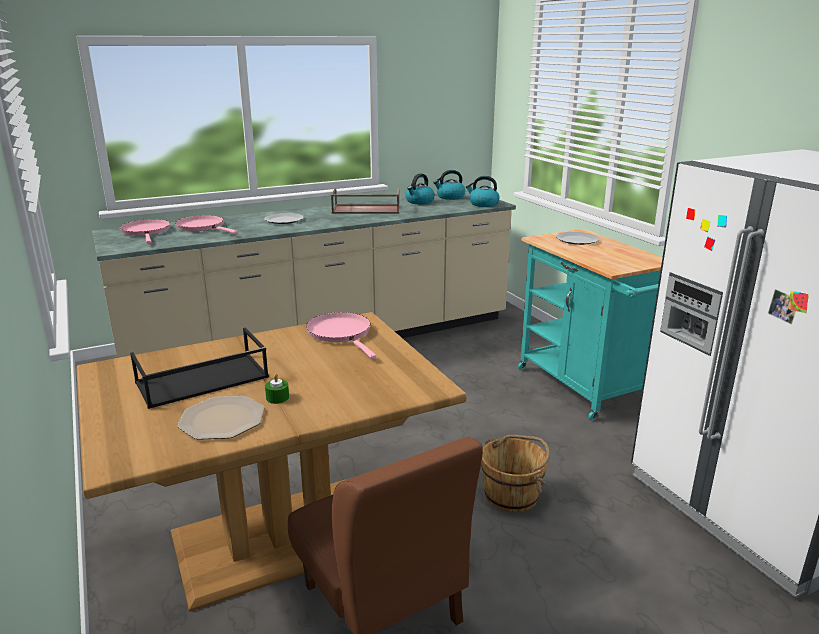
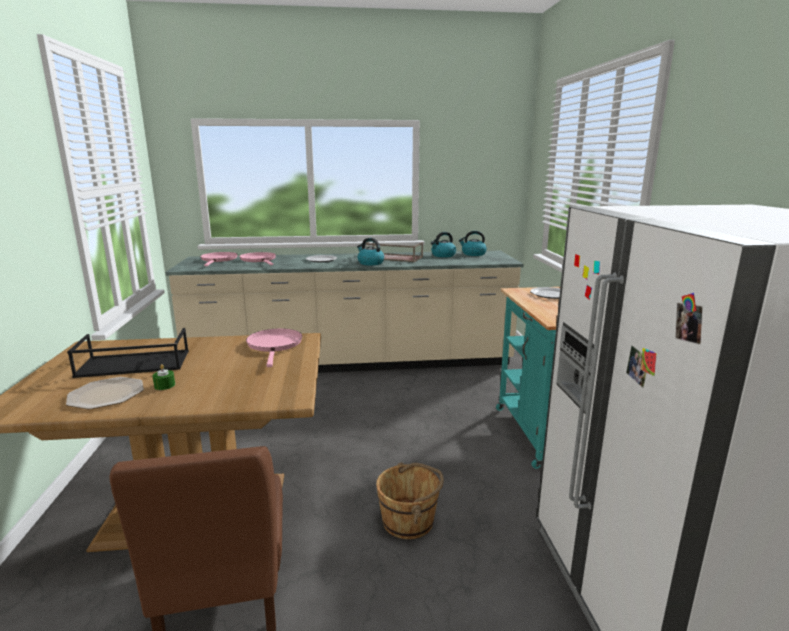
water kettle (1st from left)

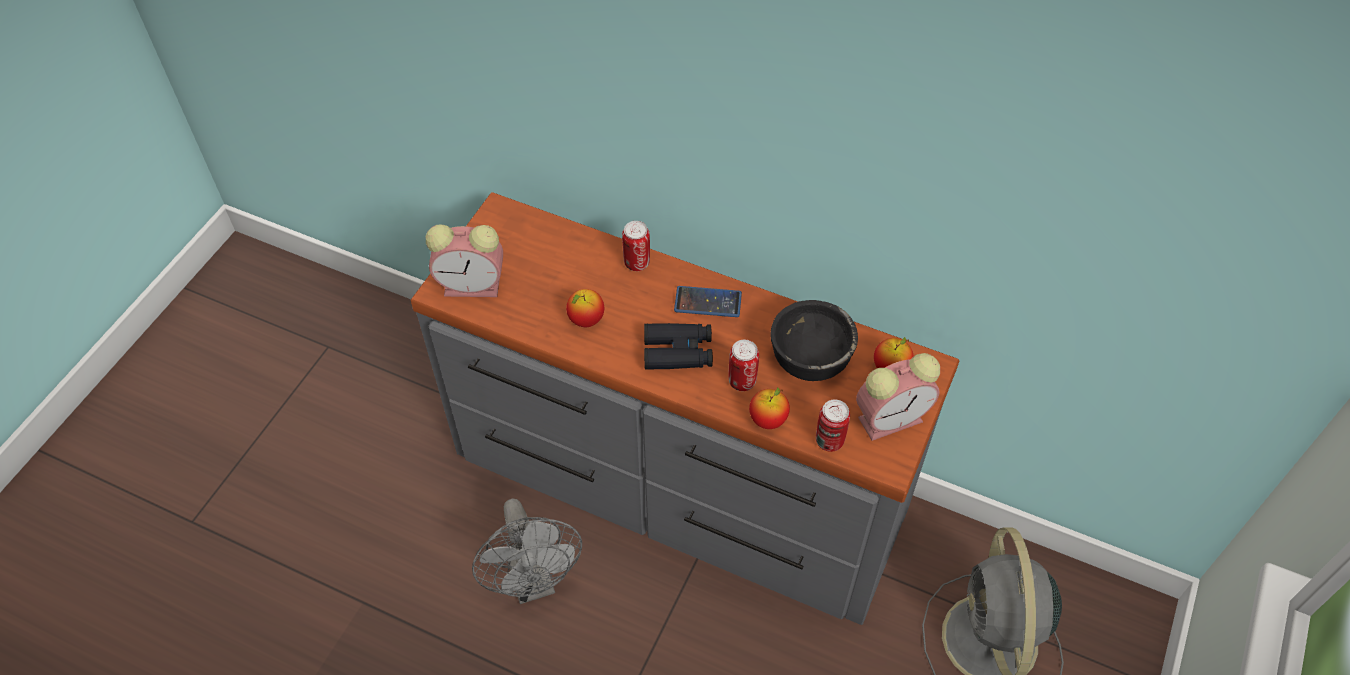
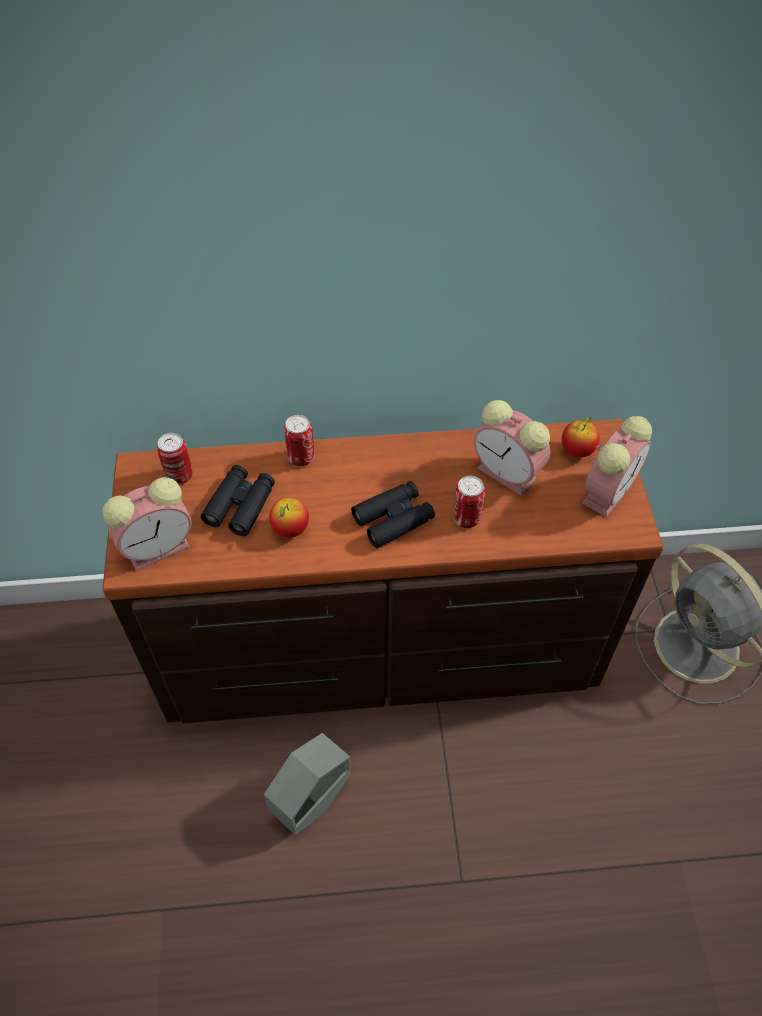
drawer chest (brown); sealed can (1st from left); field glasses (black-coloured) (1st from left); plant pot (gray); table clock (2nd from left); telephone; apple (2nd from left in the first image)

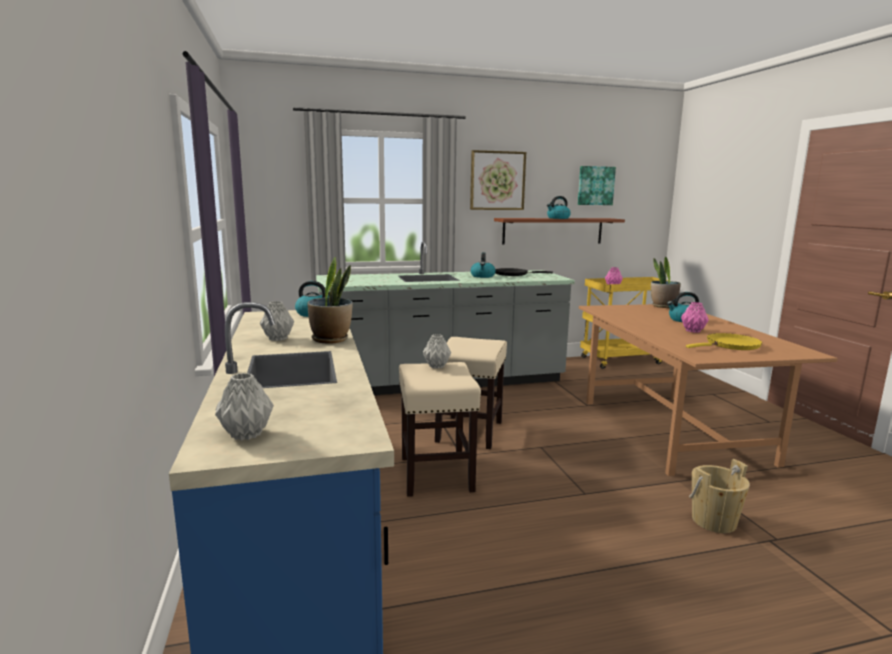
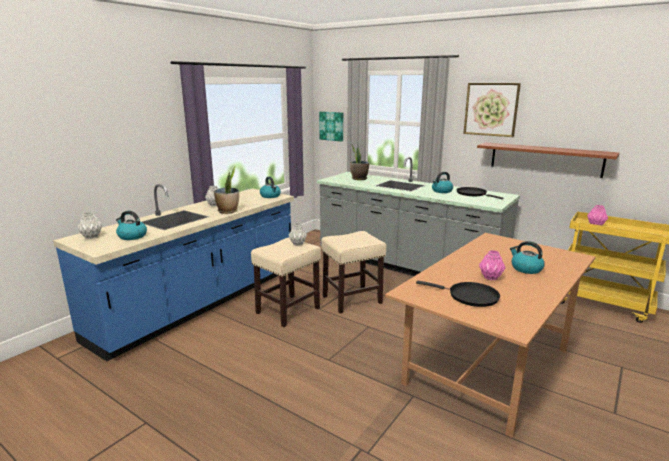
water kettle (1st from left); wall picture (1st from left); houseplant (2nd from left); pan (black-coloured) (1st from left); water bucket (beige-coloured)

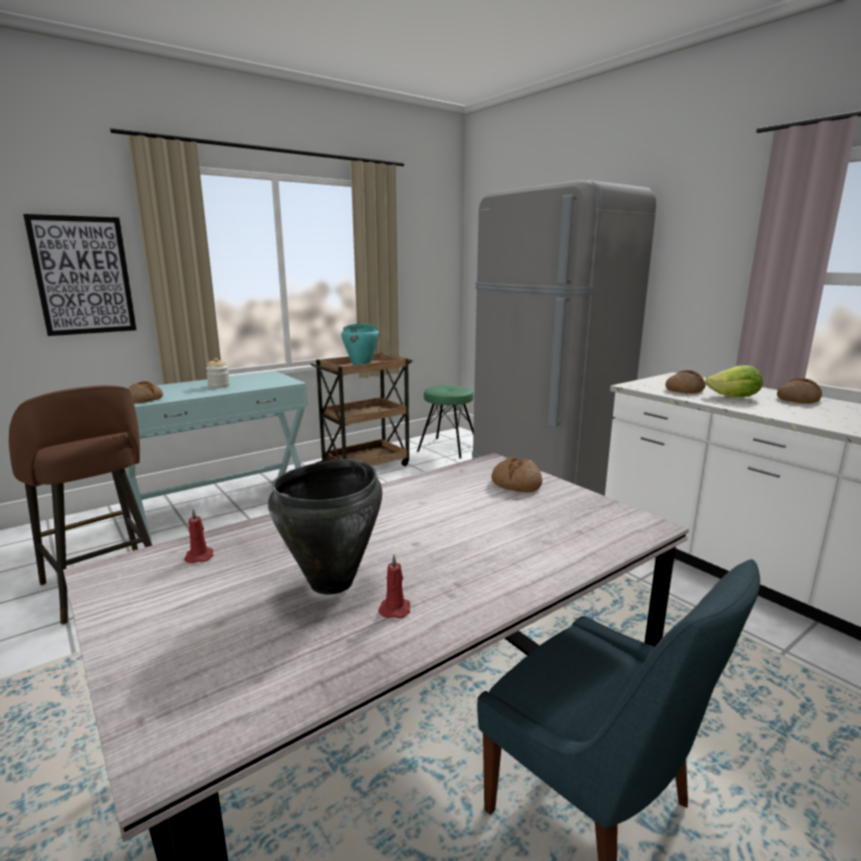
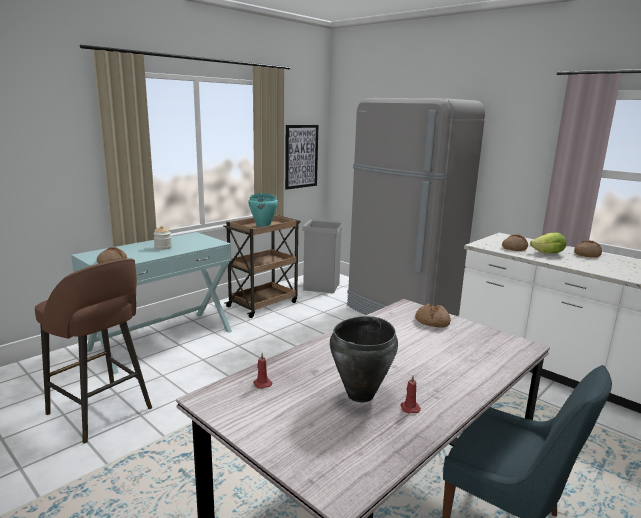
wall picture; rubbish bin (gray)

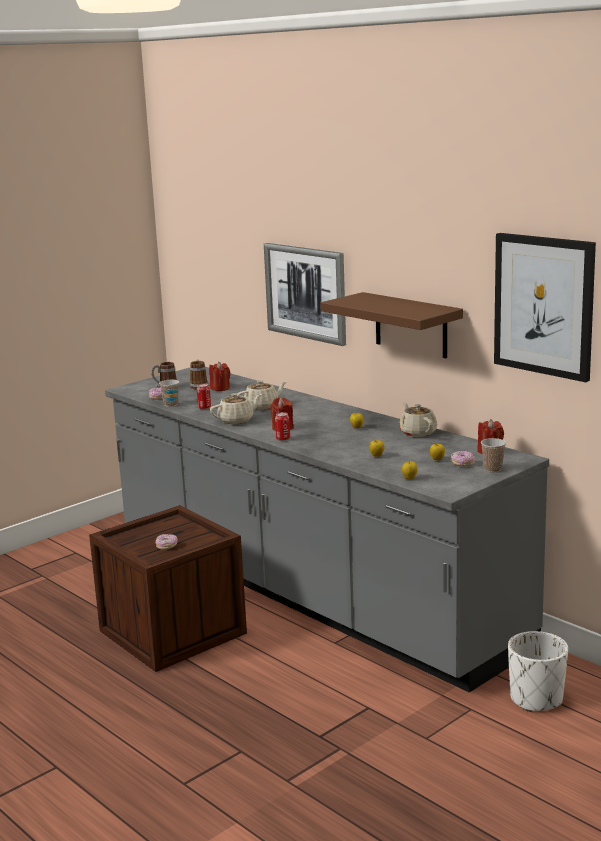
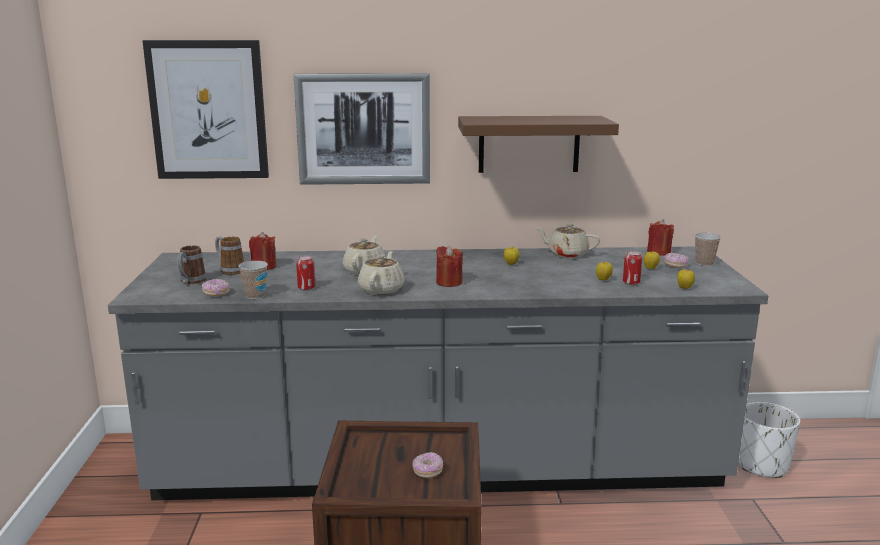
wall picture (1st from left); sealed can (2nd from left)

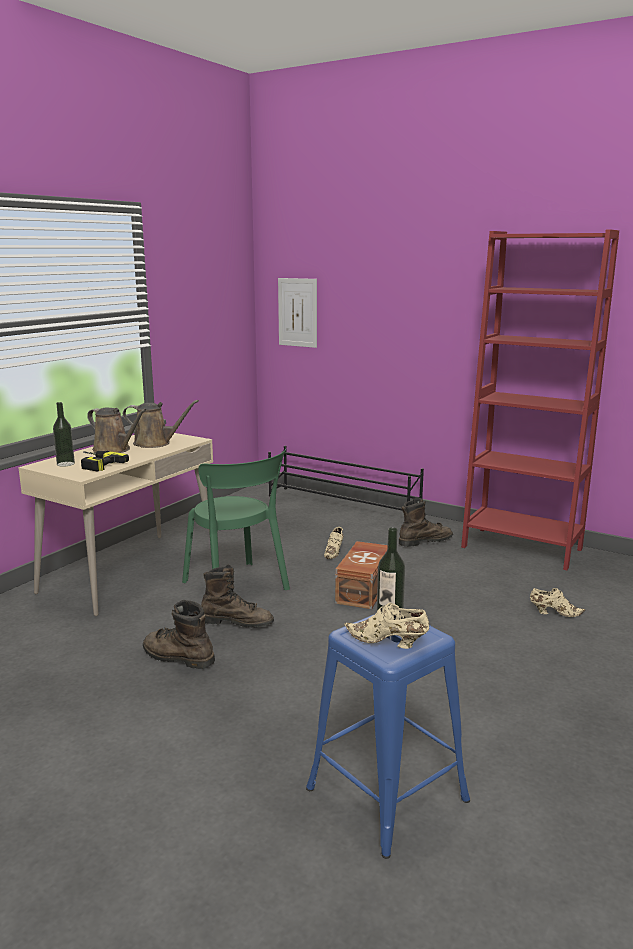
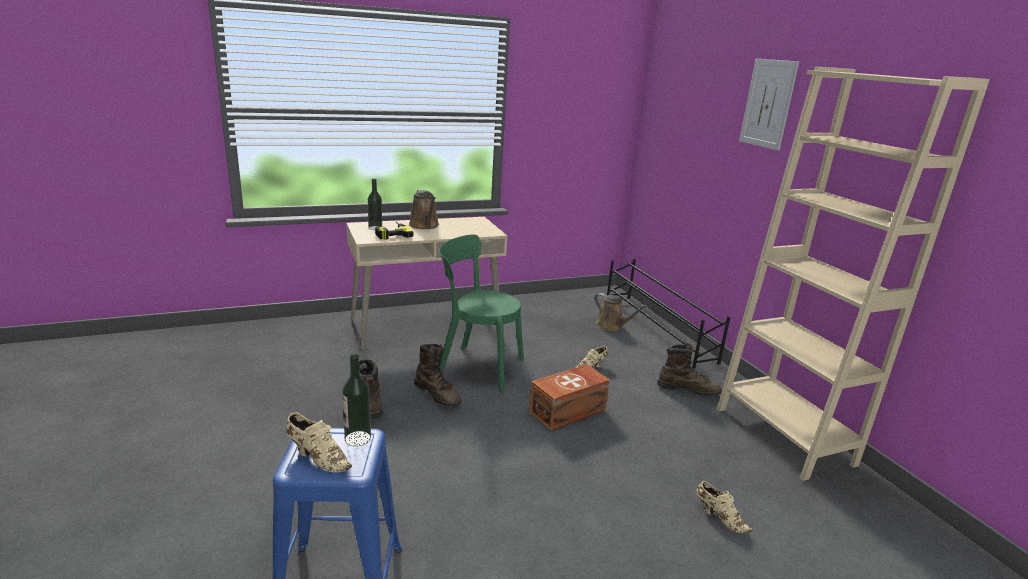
shoe (beige-coloured) (1st from left); plain chair (green); sprinkling can (brown) (2nd from left); shelving unit (beige-coloured); wall picture

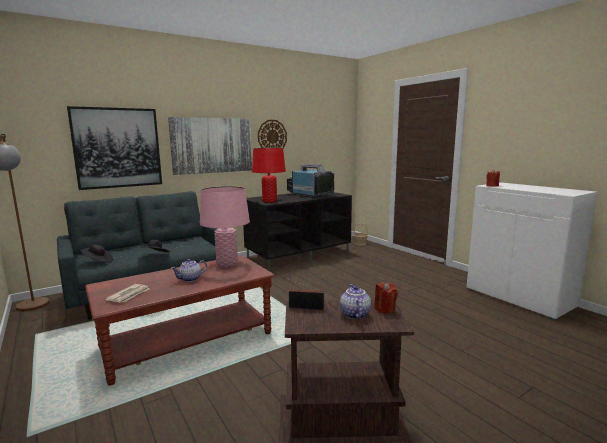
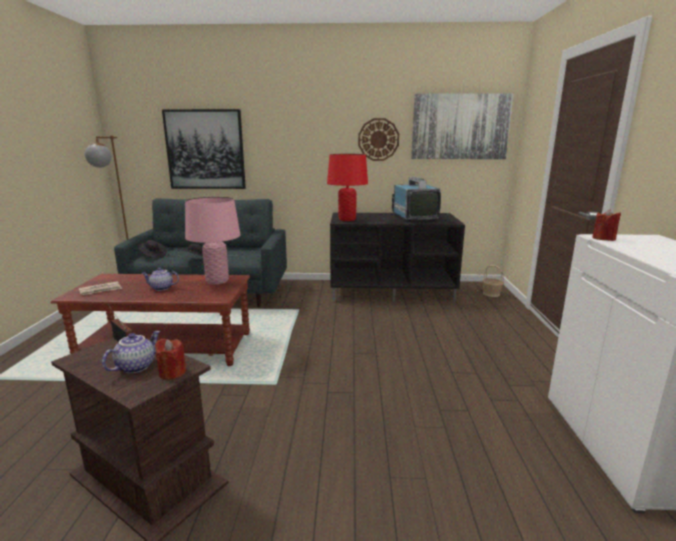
wall picture (2nd from left)

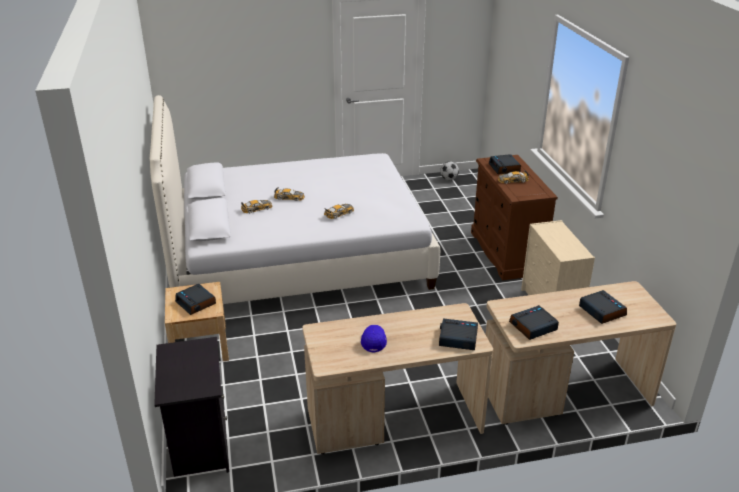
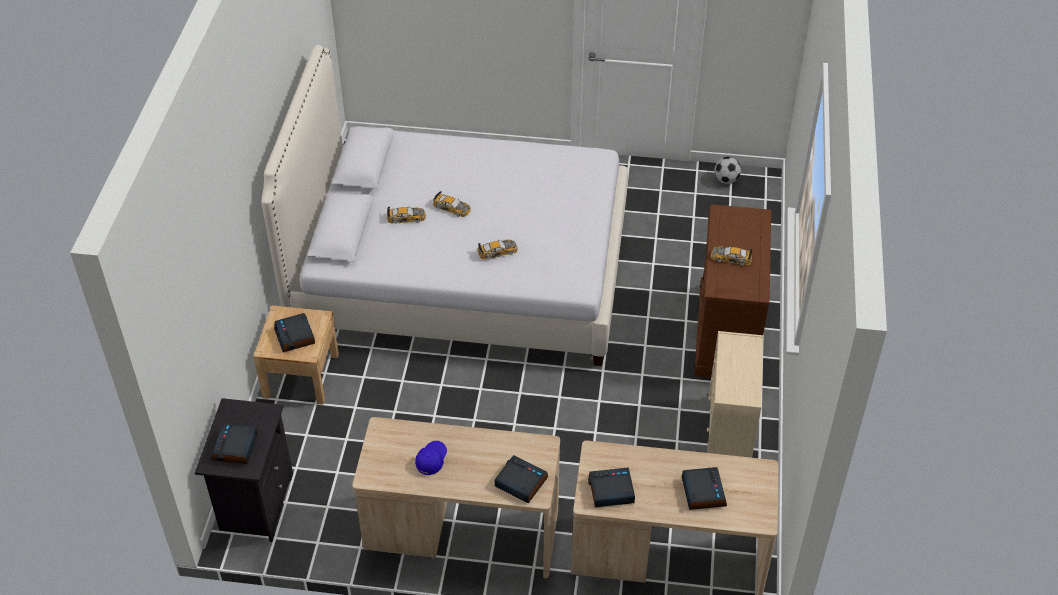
table clock (1st from left)

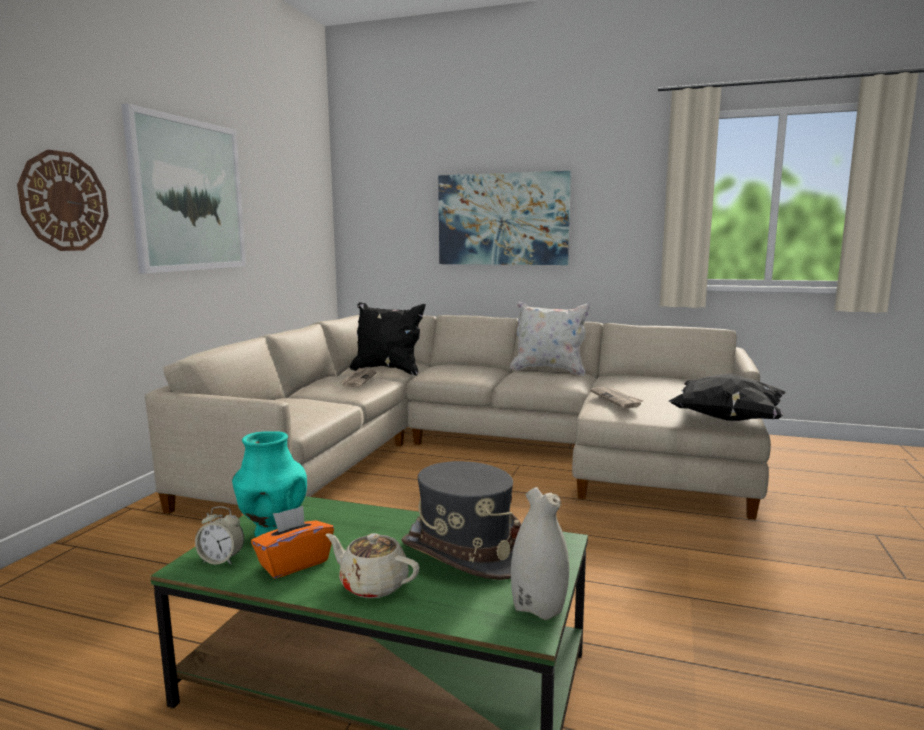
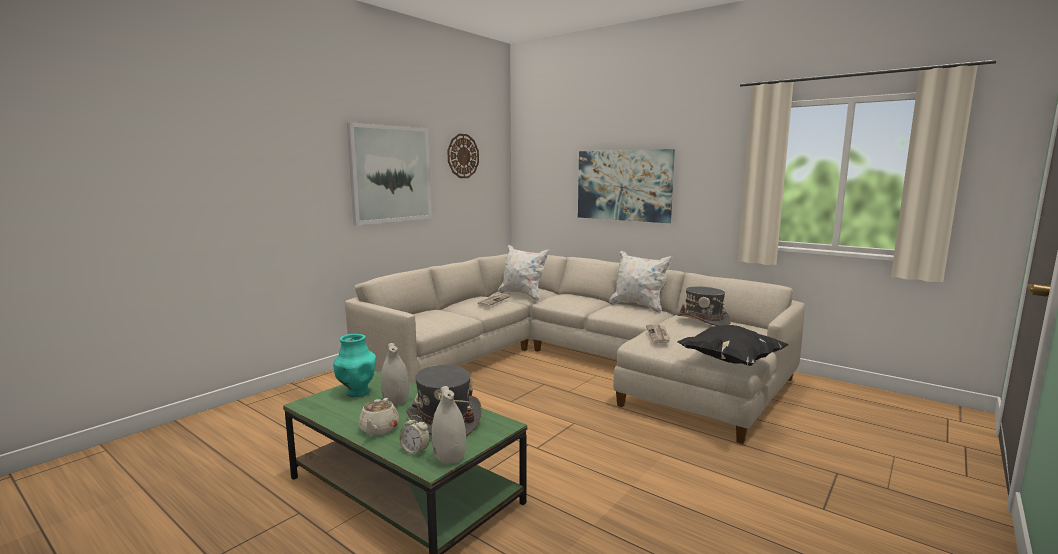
tea pot (beige-coloured); decorative vase (white) (1st from left); table clock; wall clock; cushion (white) (1st from left); wearable hat (gray) (2nd from left); tissue holder (orange)

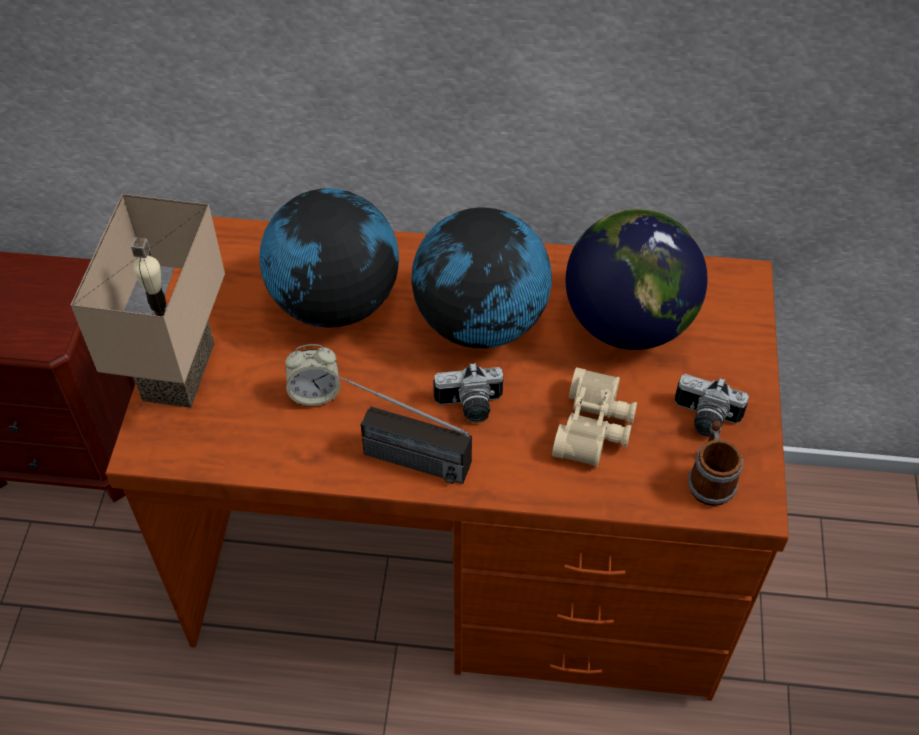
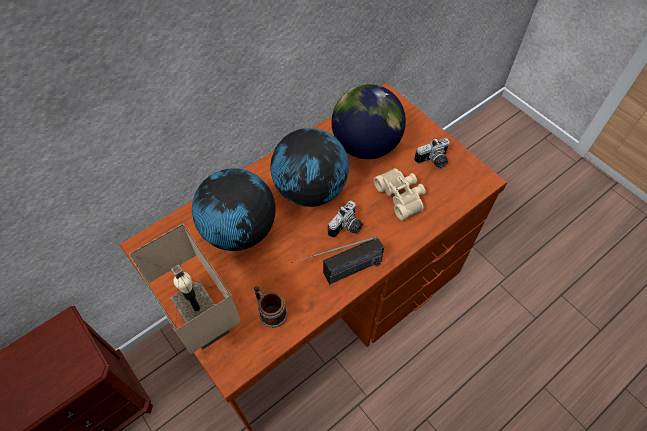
tea mug; table clock

